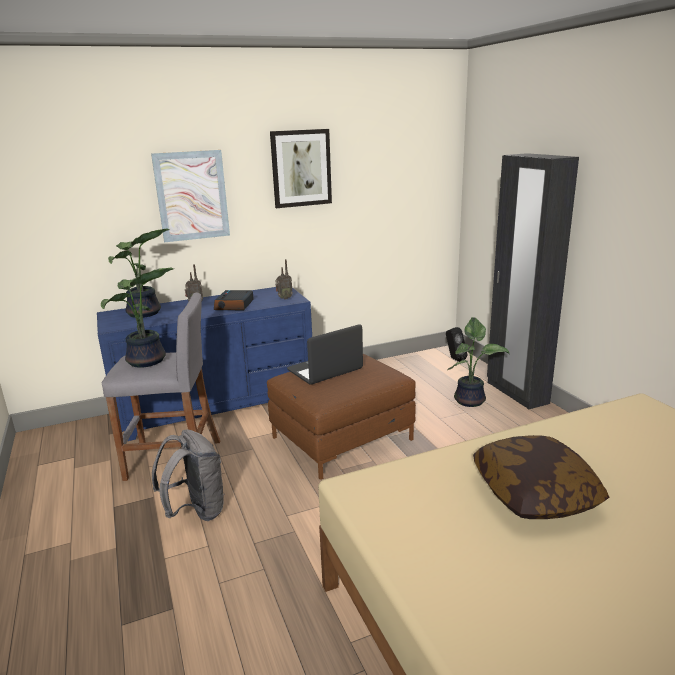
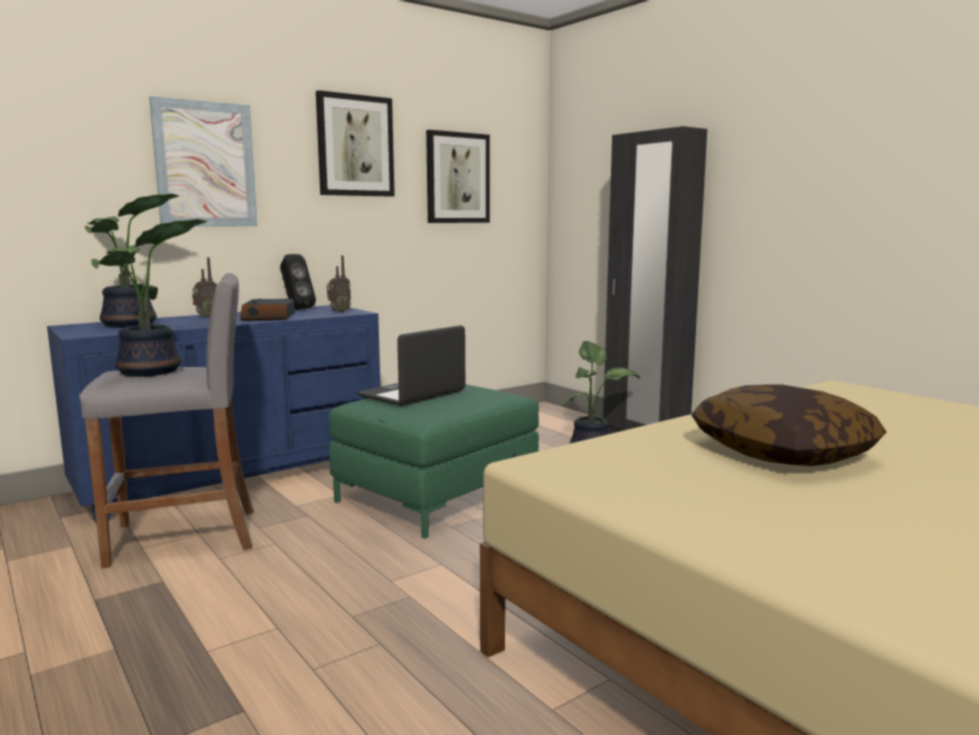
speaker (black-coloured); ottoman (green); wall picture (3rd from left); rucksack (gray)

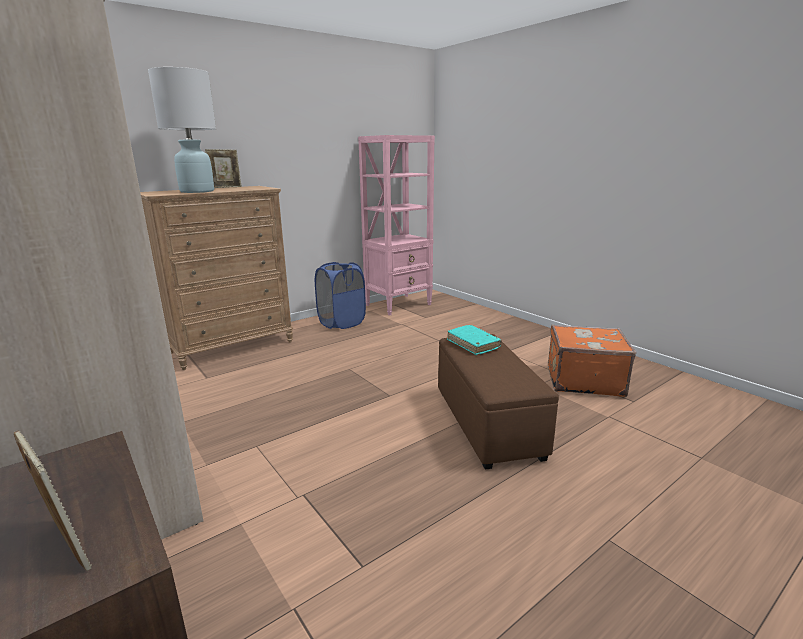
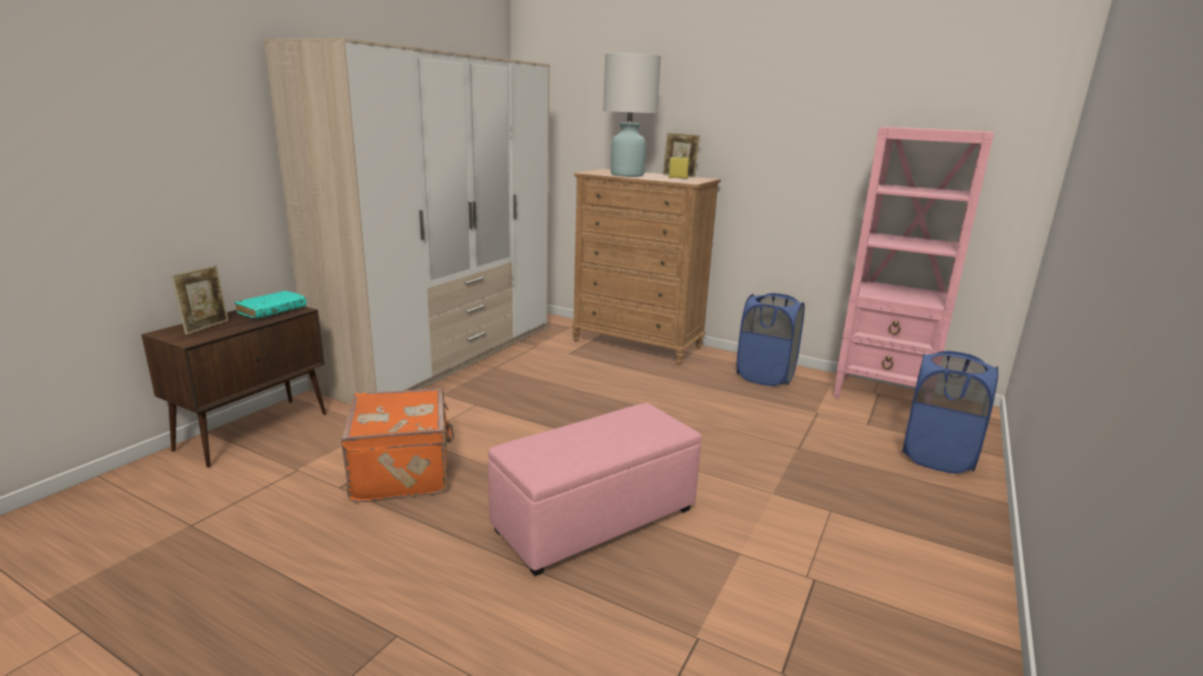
volume (blue-green); suitcase (orange); ottoman (pink); drink bottle (yellowish); hamper (blue) (2nd from left)

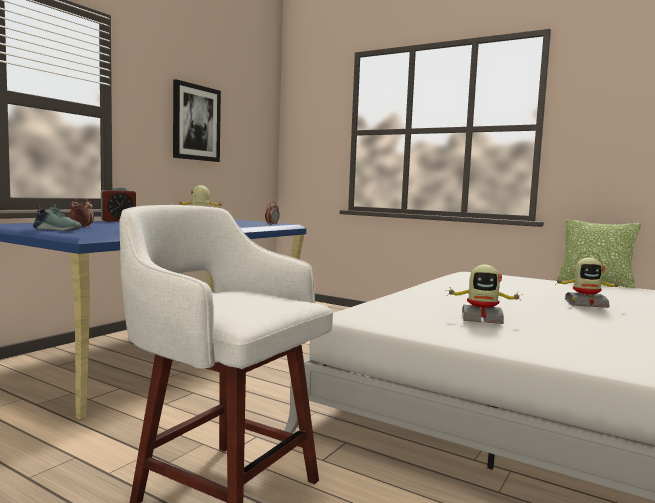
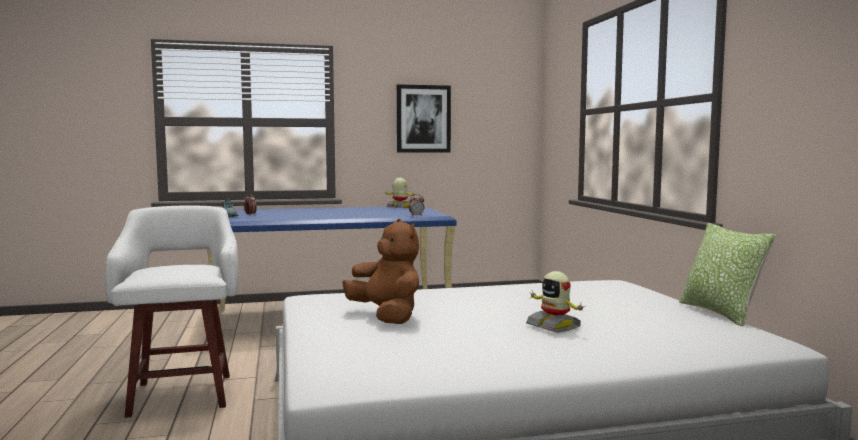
plush toy (brown); table clock (2nd from left in the first image)

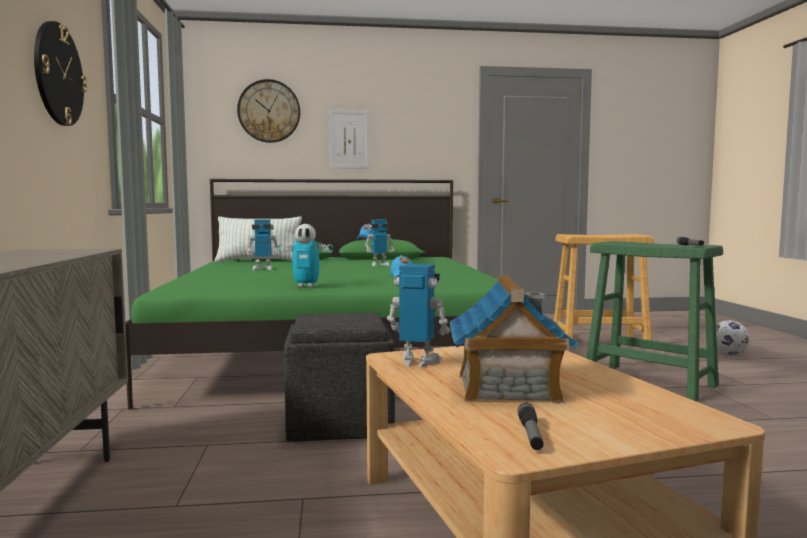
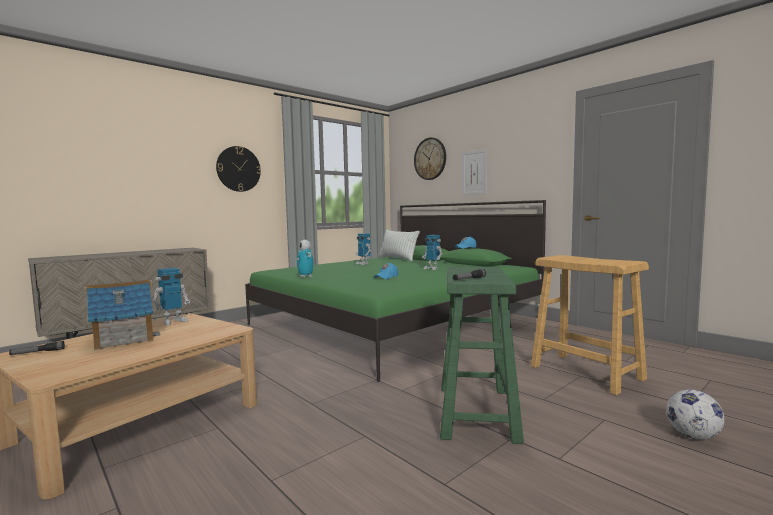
model robot (1st from left); ottoman (gray)

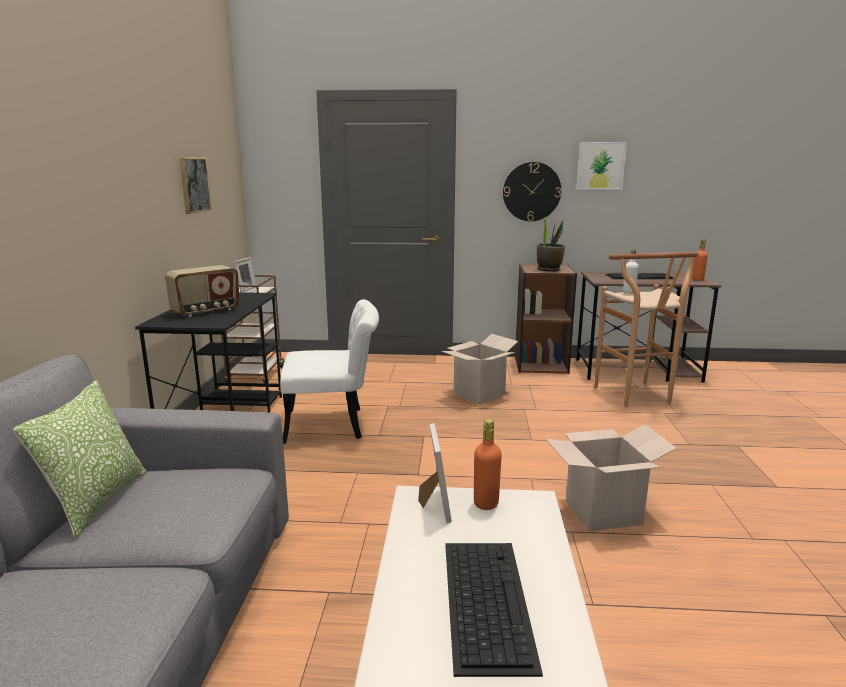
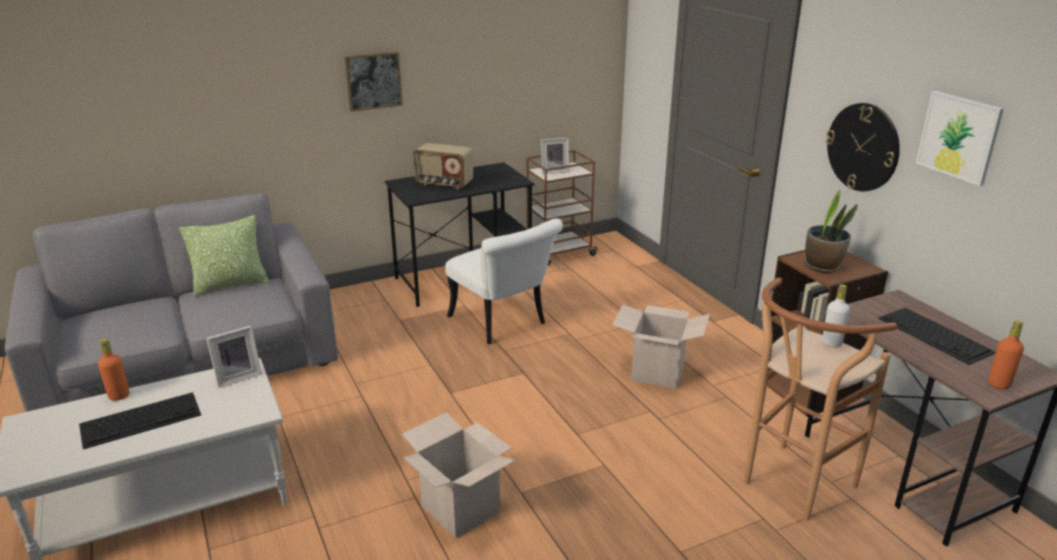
drink bottle (orange) (1st from left); wall picture (1st from left)

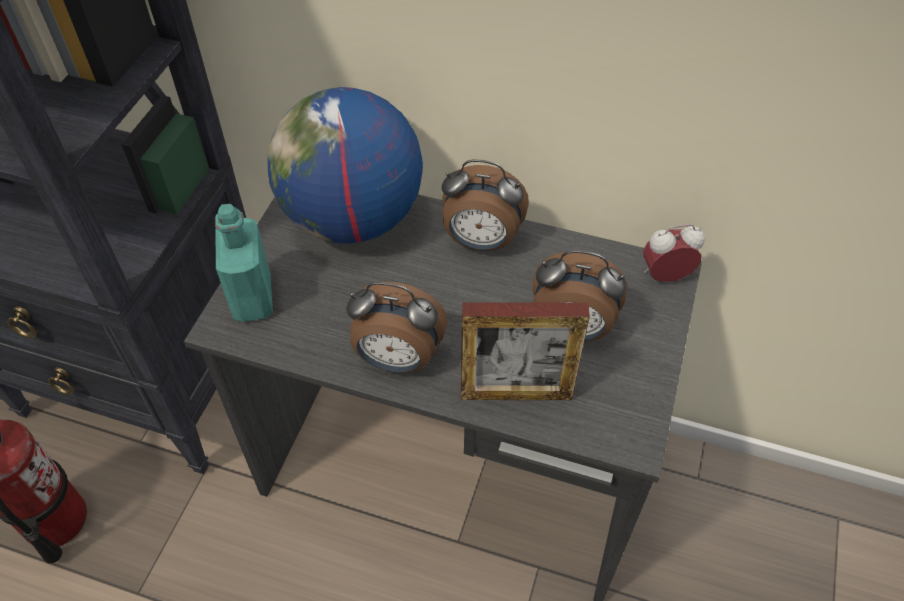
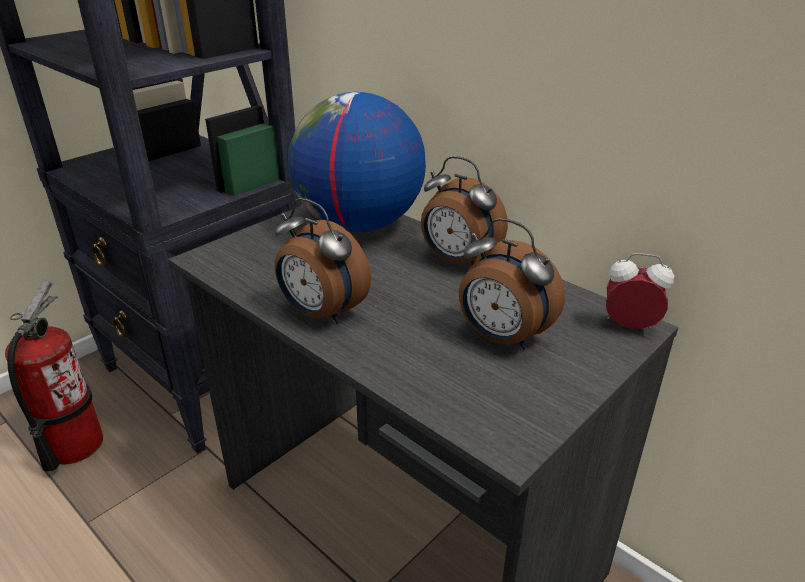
drink bottle (blue-green); picture frame

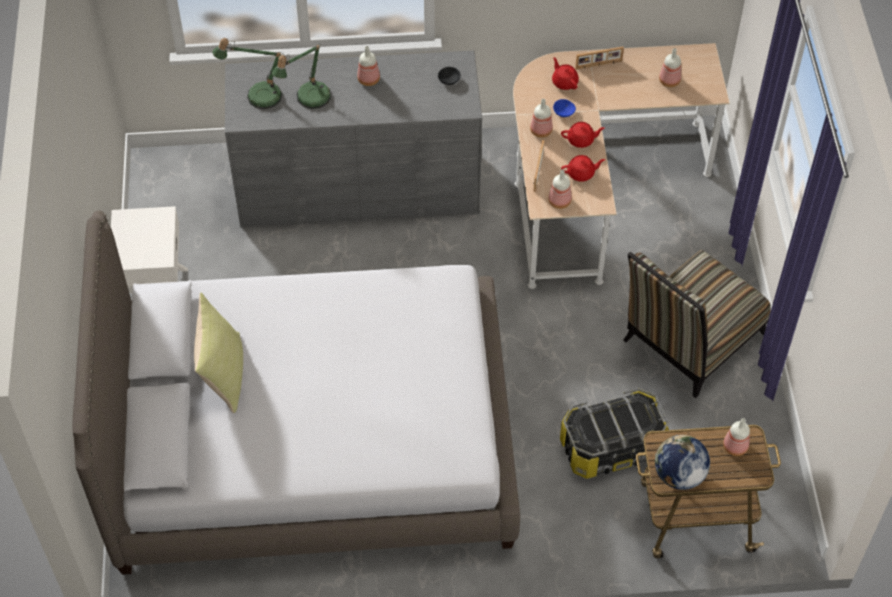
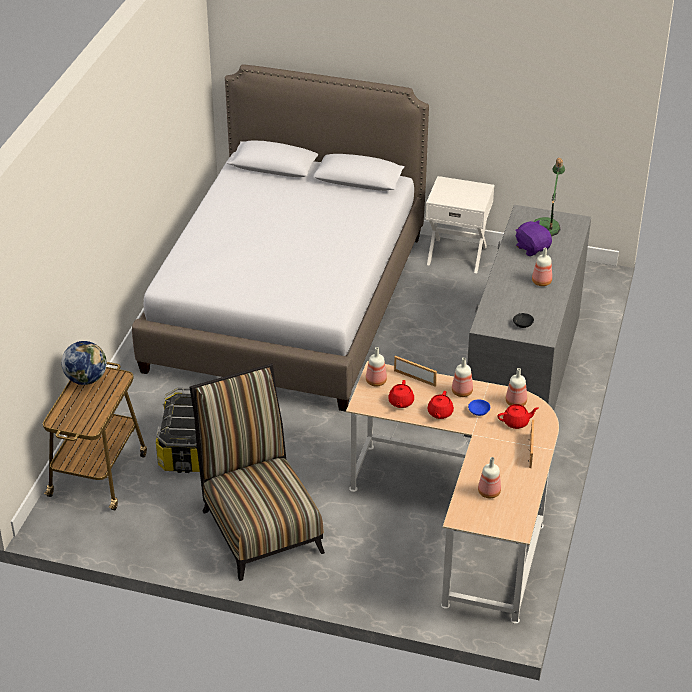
drink bottle (4th from left); plush toy (purple); cushion (yellowish)

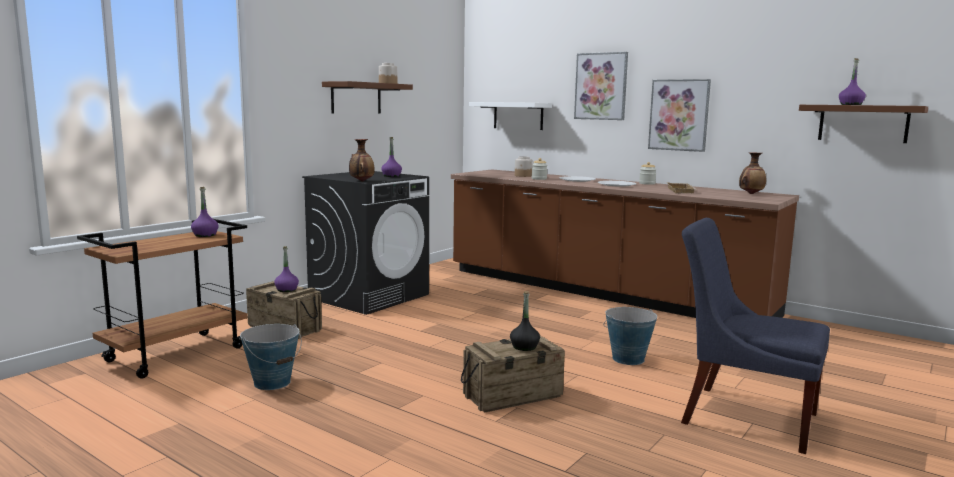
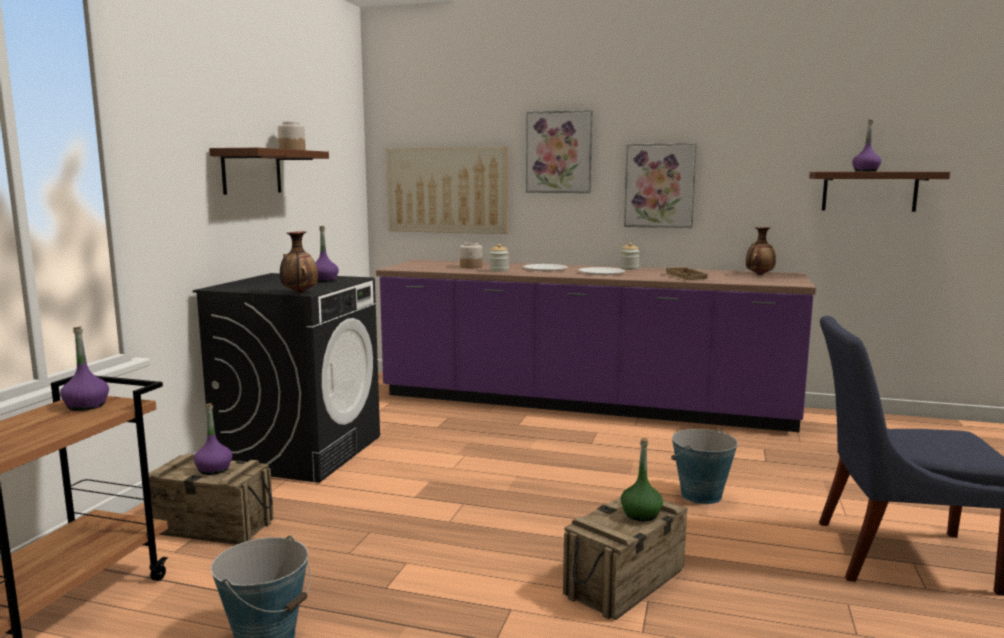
counter (purple); wall picture (1st from left); drink bottle (green)

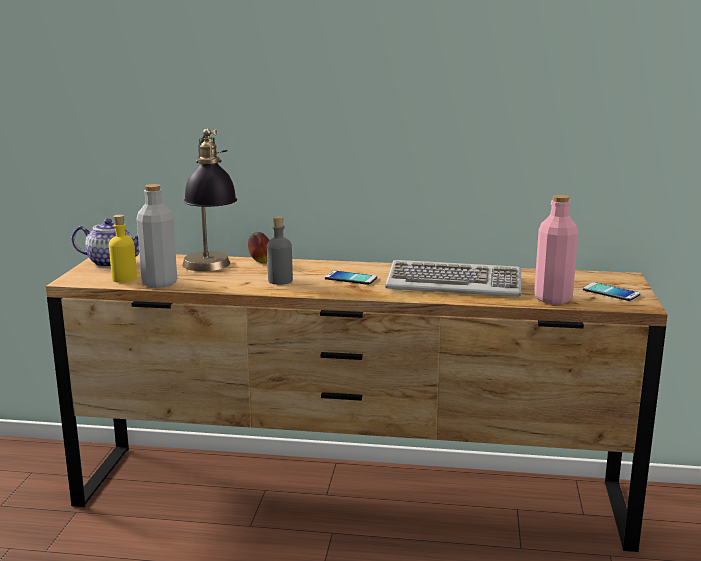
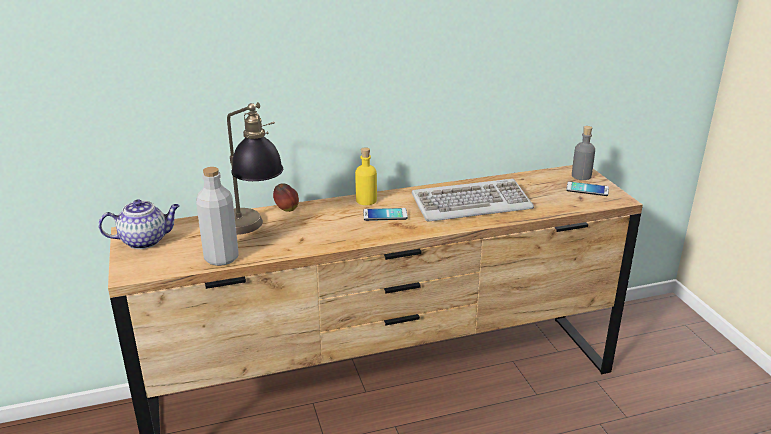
drink bottle (yellowish); drink bottle (gray) (2nd from left); drink bottle (pink)

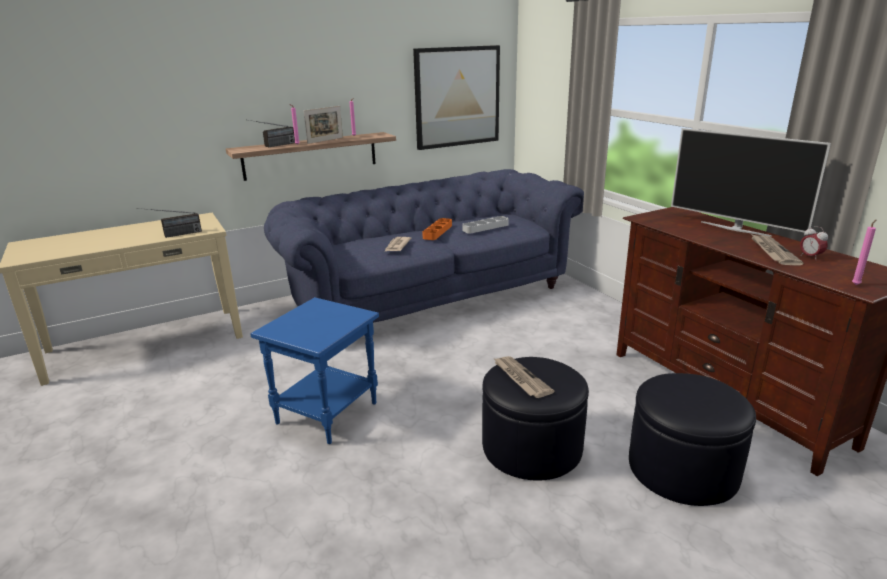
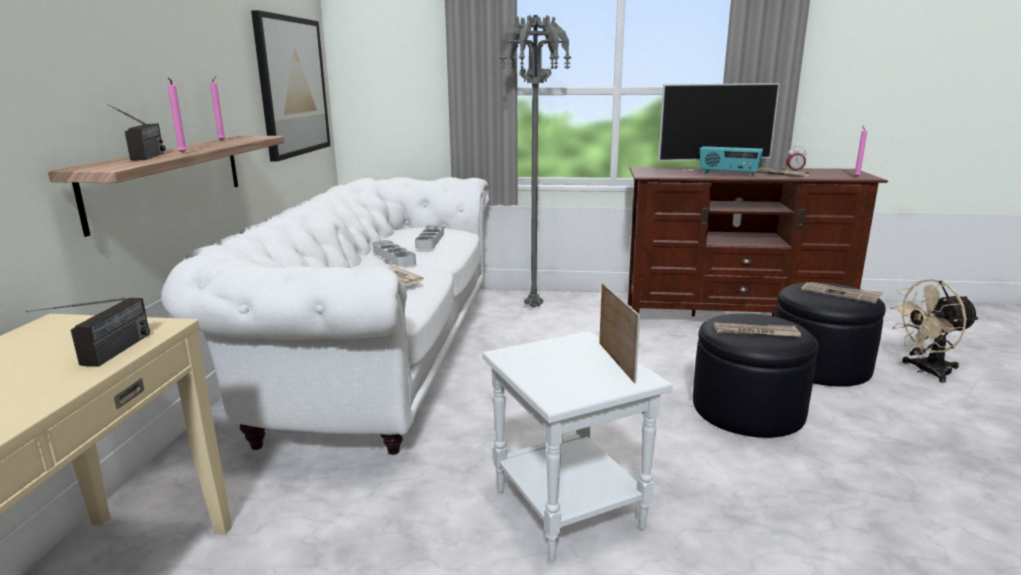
couch (white); carrying tray (gray) (1st from left); side table (white); standing lamp (gray); picture frame; radio set (3rd from left); printed paper (4th from left); fan (beige-coloured)

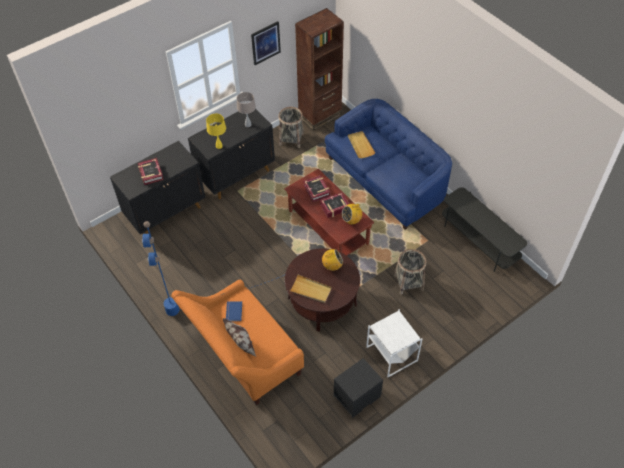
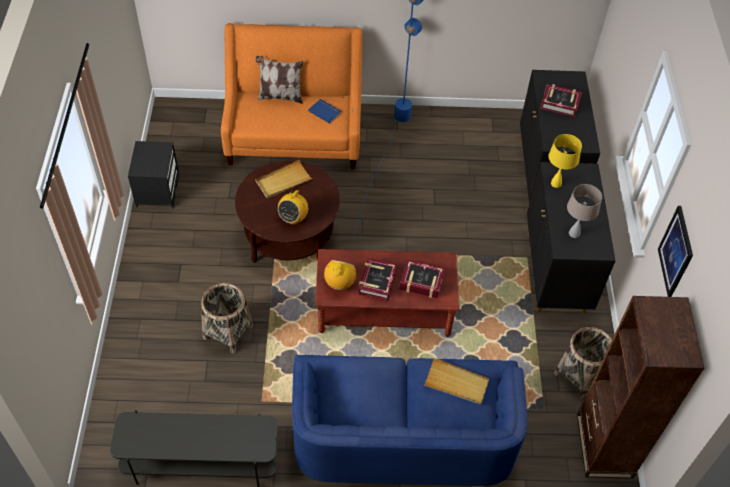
side table (white)

